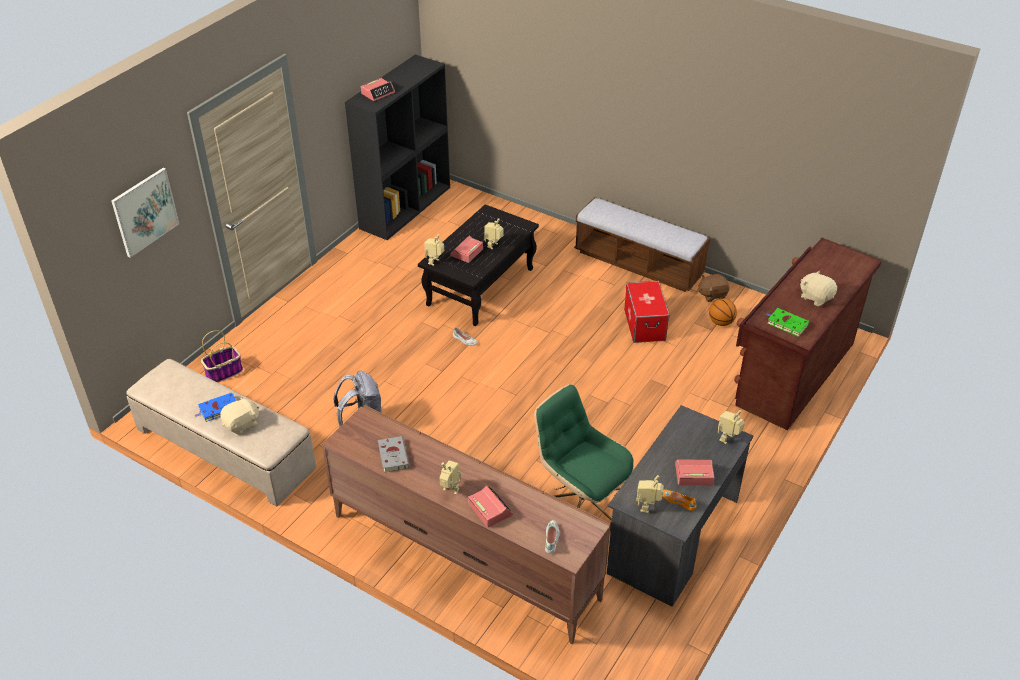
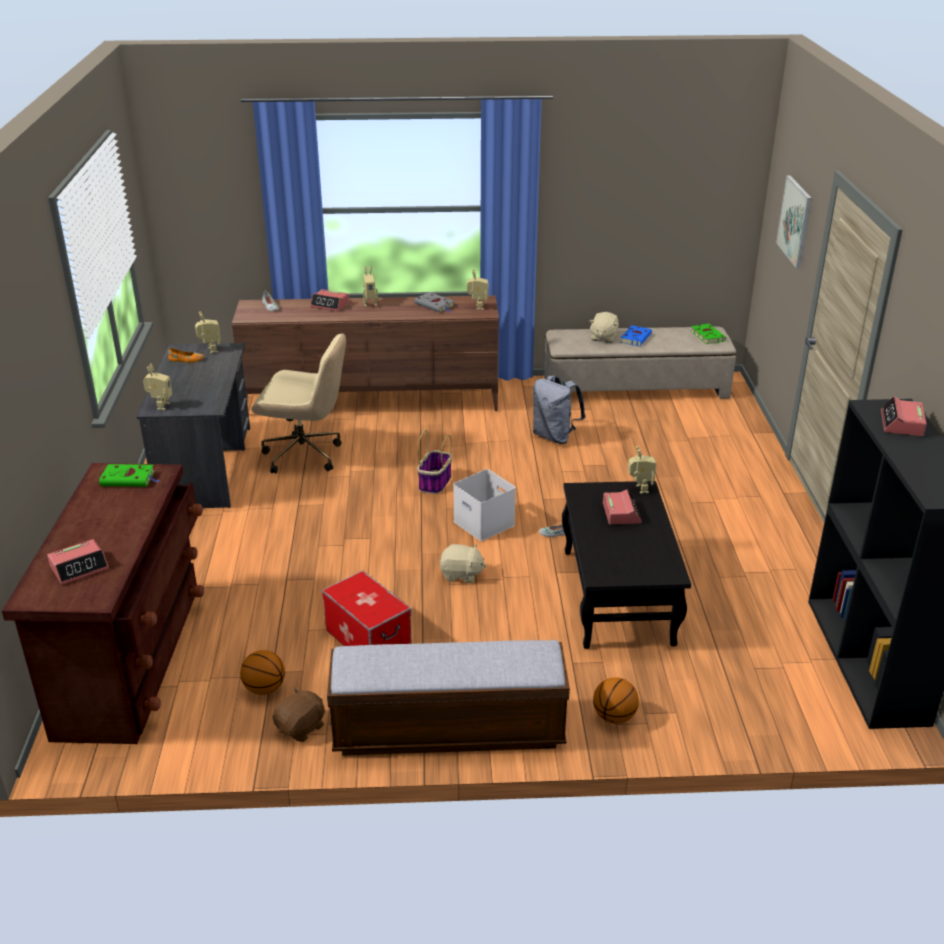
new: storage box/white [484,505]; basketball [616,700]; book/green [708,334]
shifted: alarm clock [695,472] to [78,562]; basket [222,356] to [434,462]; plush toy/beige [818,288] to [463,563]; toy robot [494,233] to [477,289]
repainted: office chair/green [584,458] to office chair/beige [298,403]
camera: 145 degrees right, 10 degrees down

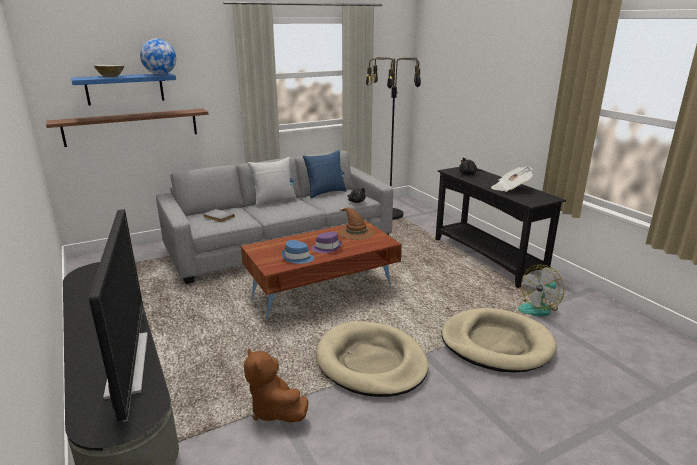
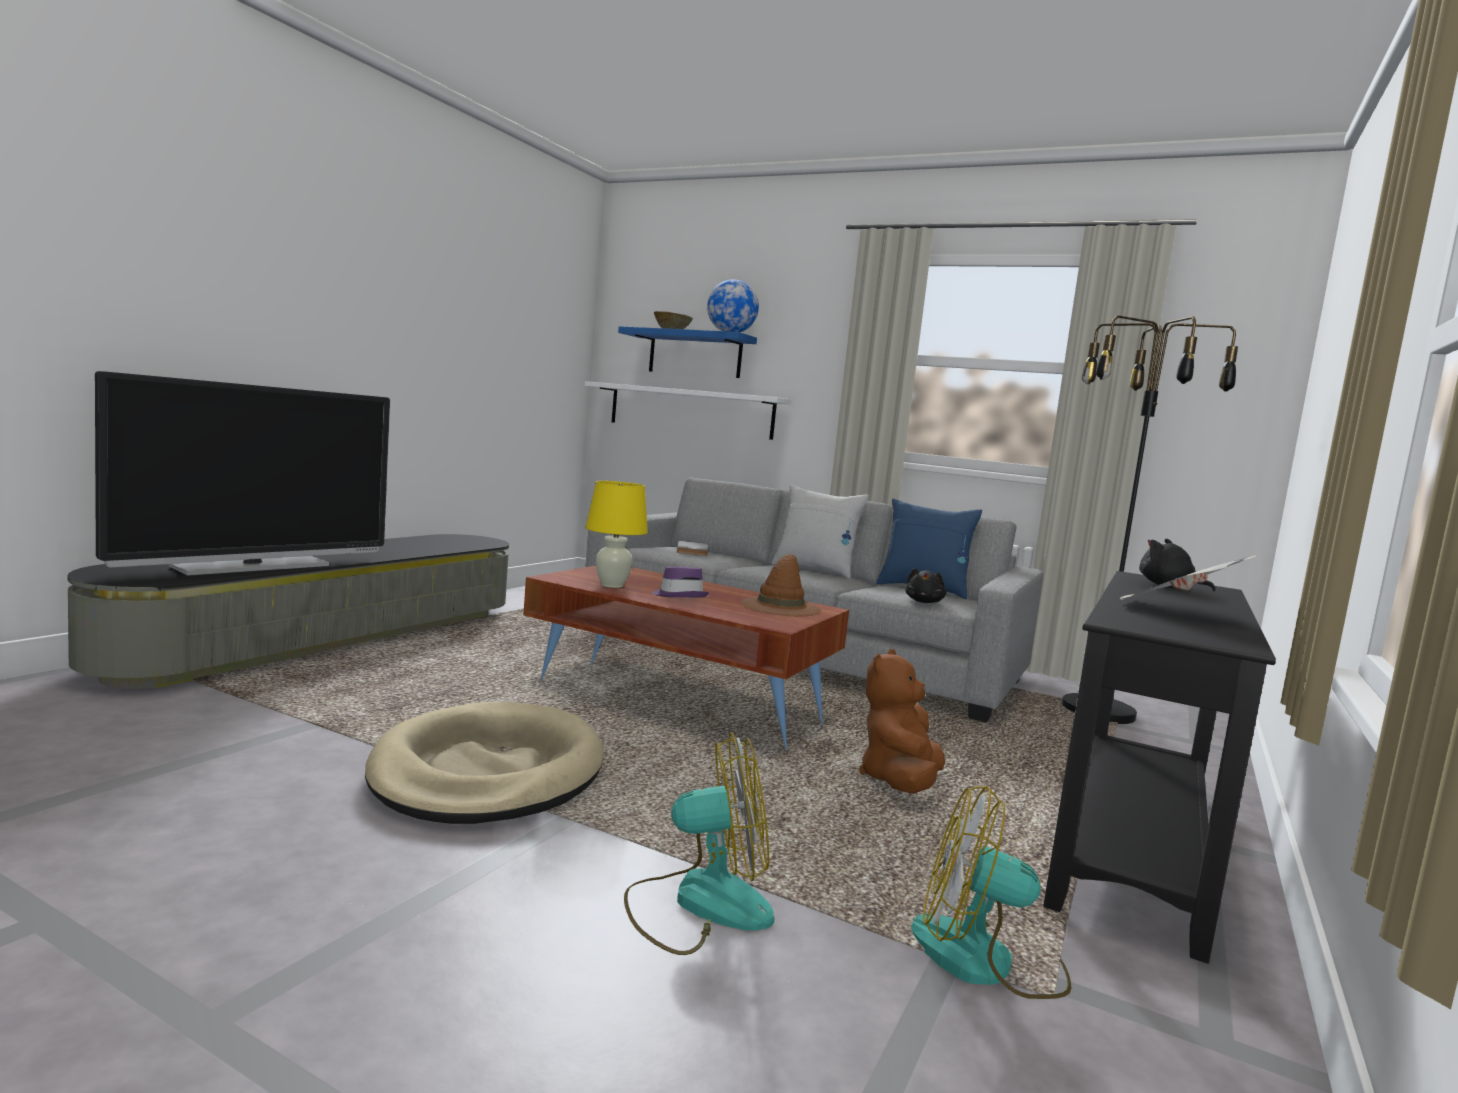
shifted: plush toy/brown [276,385] to [902,721]
swapped: hat/blue [298,252] to table lamp/yellow [617,534]; dog bed/beige [499,340] to fan [699,843]
repainted: shelf/brown [127,128] to shelf/white [688,410]
camera: 55 degrees right, 15 degrees down

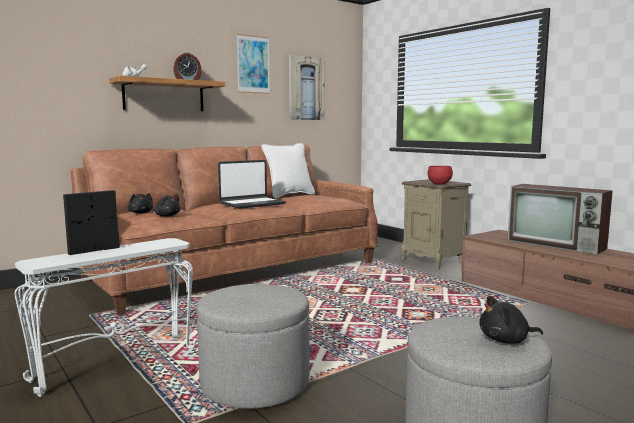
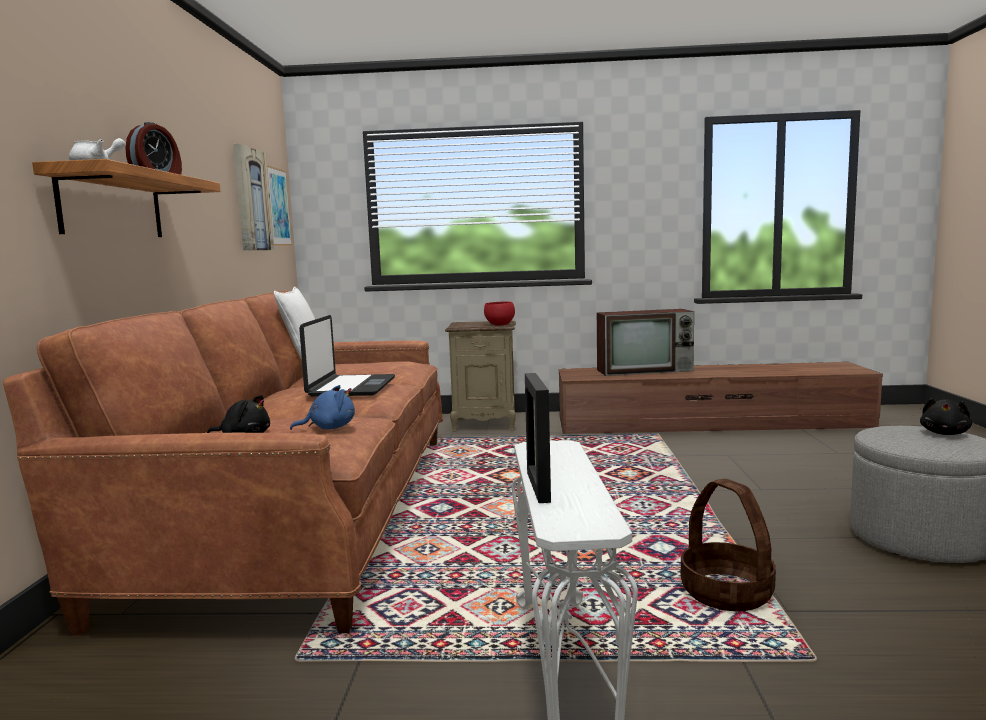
shifted: picture [253,64] to [279,206]
swapped: ottoman/grey [253,346] to basket [728,545]
repainted: plush toy/black [165,205] to plush toy/blue [322,407]
camera: 50 degrees left, 0 degrees up

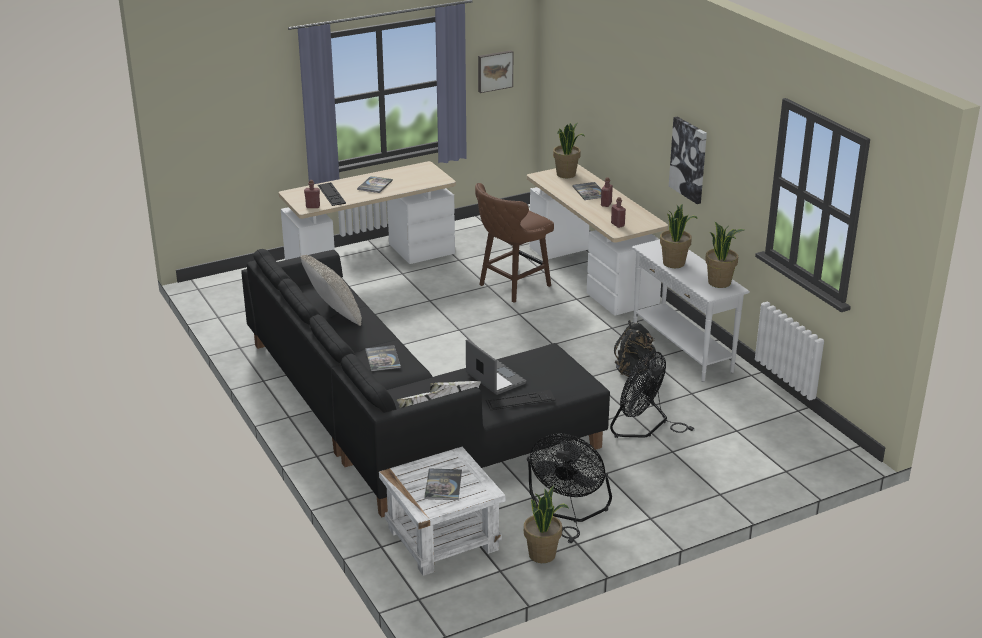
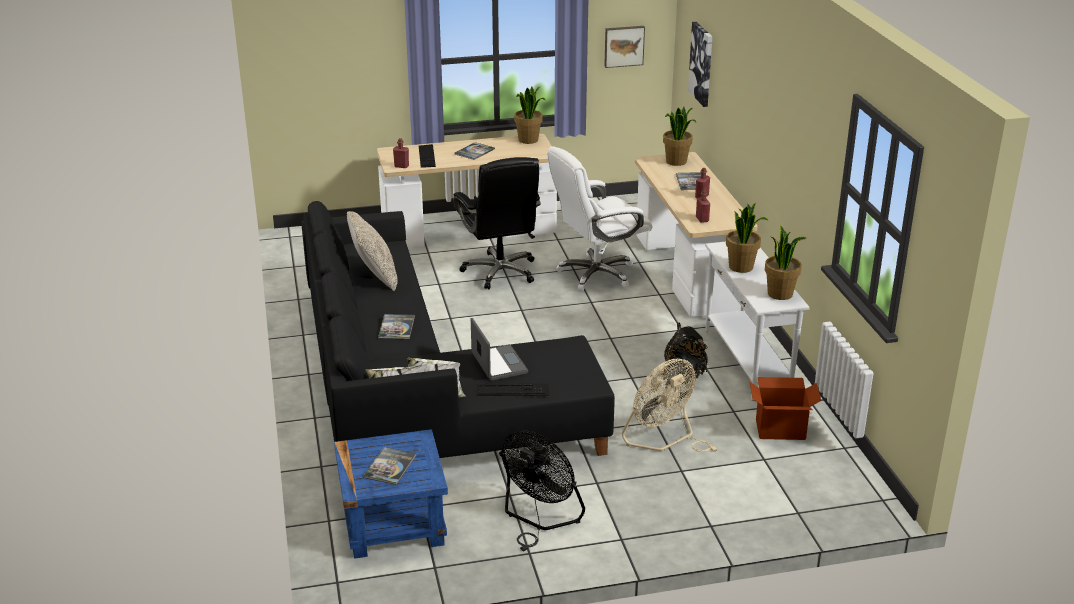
new: office chair/black [497,223]; cardboard box [785,408]
shifted: potted plant [546,524] to [530,115]; picture [688,160] to [700,64]
swapped: stool/brown [514,243] to office chair/white [599,218]
repainted: side table/white [442,511] to side table/blue [391,494]; fan/black [652,395] to fan/beige [669,405]
camera: 15 degrees right, 0 degrees up

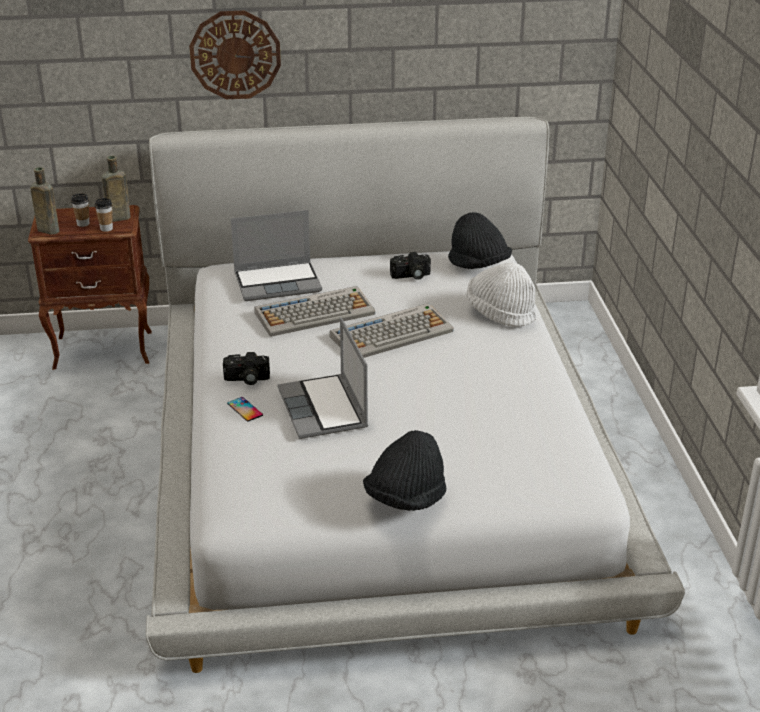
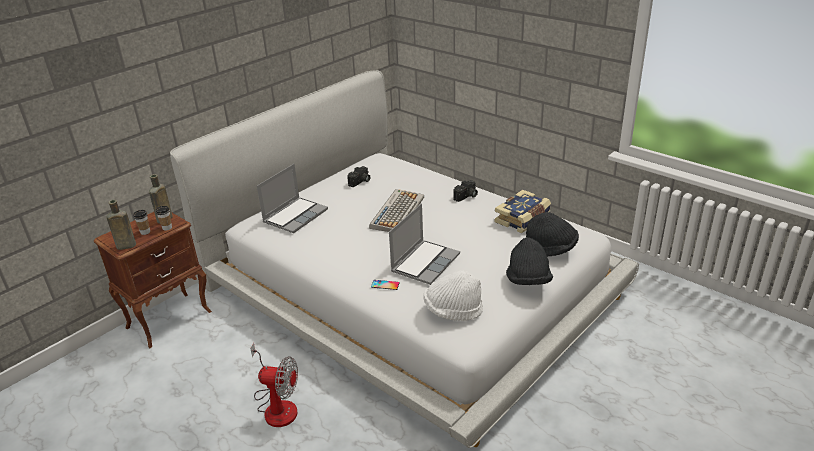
gone: wall clock [235,55]; keyboard [314,311]
new: fan [274,385]; book [523,211]
shifted: hat/white [502,295] to [453,295]; photo camera [246,368] to [465,191]; hat/black [480,240] to [552,234]
rotated: laptop [322,378] = [424,244] 90 degrees counterclockwise
camera: 40 degrees left, 0 degrees up

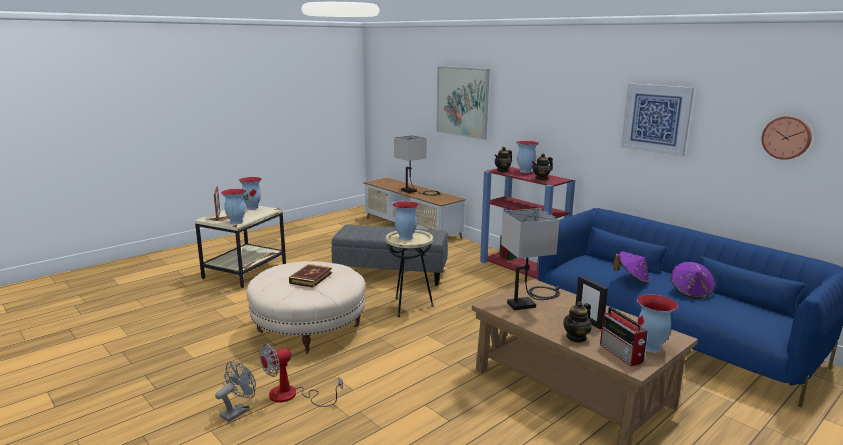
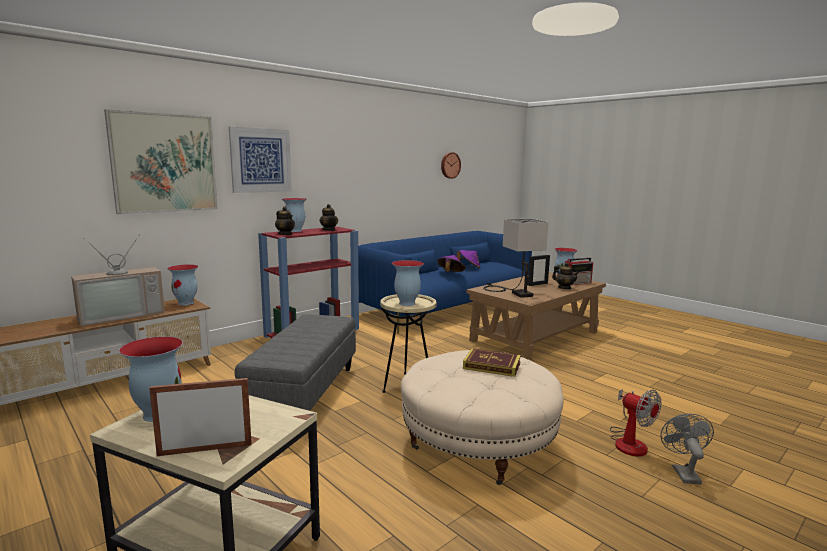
shifted: vase [233,206] to [182,285]; picture [657,120] to [260,159]
swapped: table lamp [417,165] to television [118,280]
rotated: fan/grey [235,392] = [687,449] 60 degrees clockwise
camera: 90 degrees left, 5 degrees down

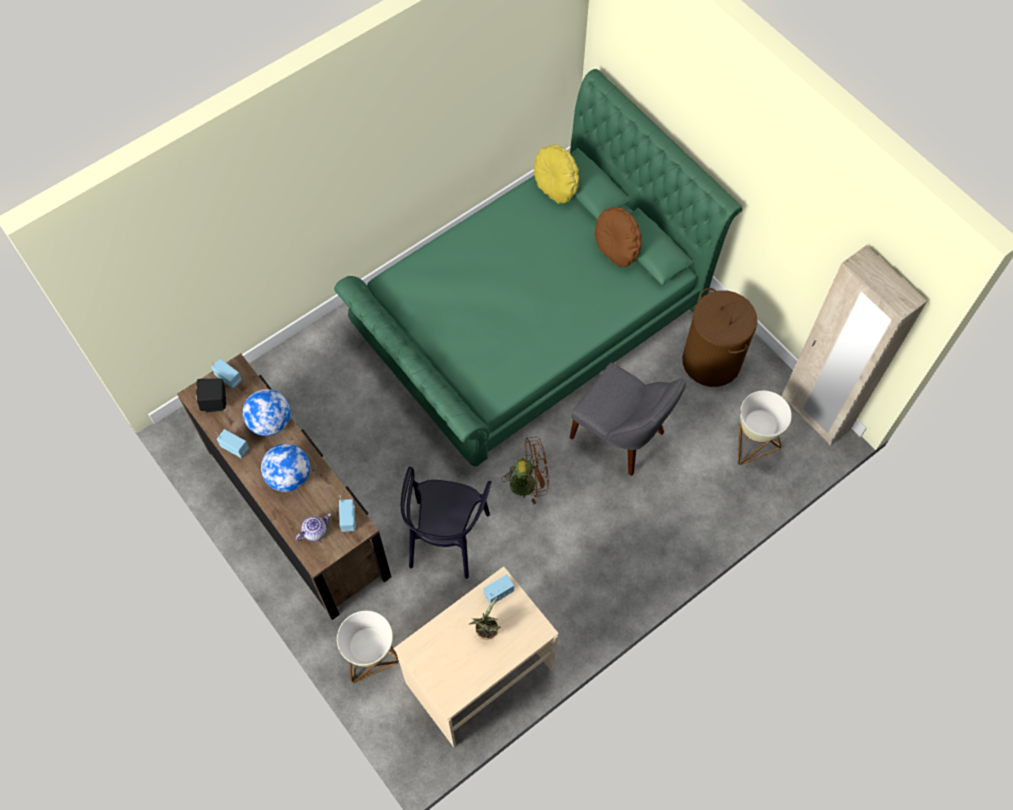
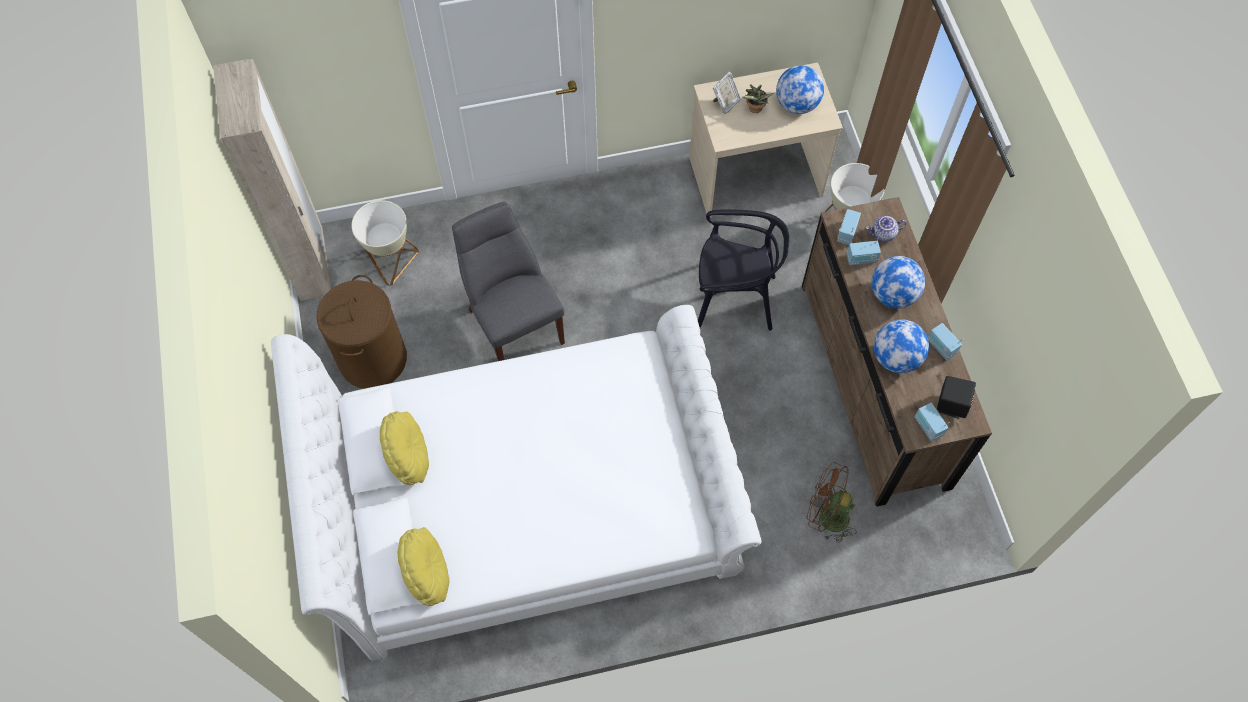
new: picture frame [727,93]; globe [800,89]
shifted: fan/brown [525,470] to [832,502]; radio [498,589] to [864,250]
repainted: bed/green [538,268] to bed/white [516,483]; pillow/brown [618,237] to pillow/yellow [404,448]
rotated: chair/black [446,523] = [743,269] 60 degrees clockwise
camera: 155 degrees left, 0 degrees up

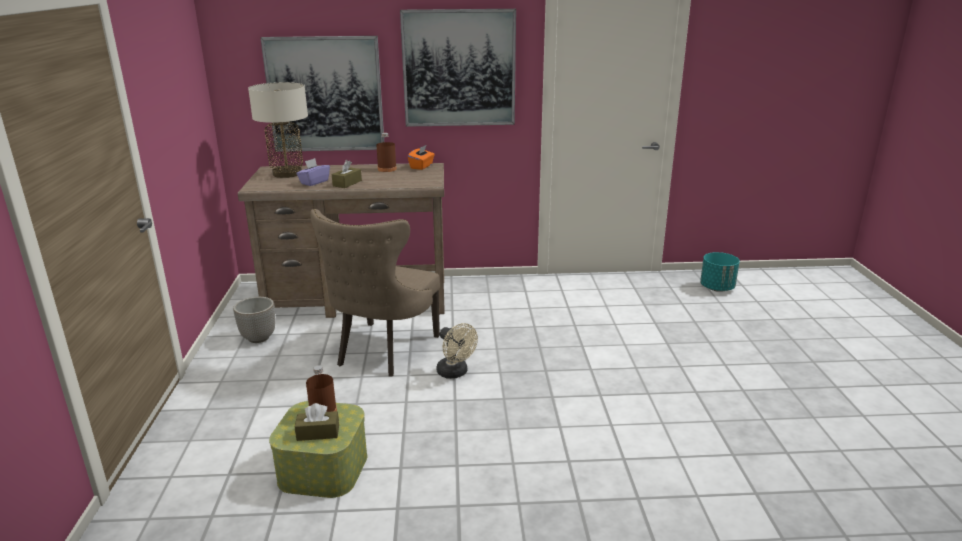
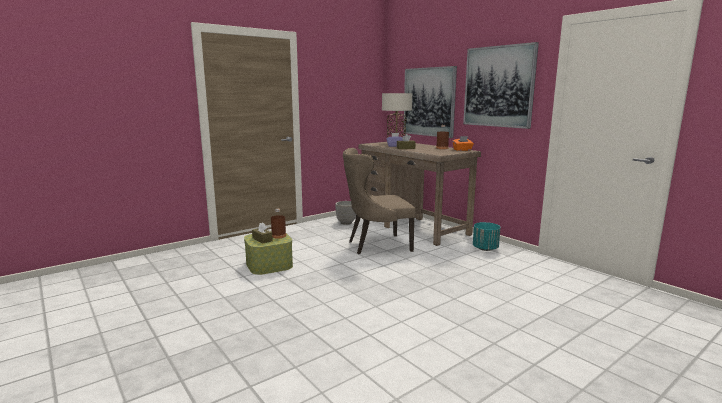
gone: fan/beige [457,351]
shifted: planter/turquoise [720,272] to [487,236]
camera: 55 degrees right, 10 degrees down

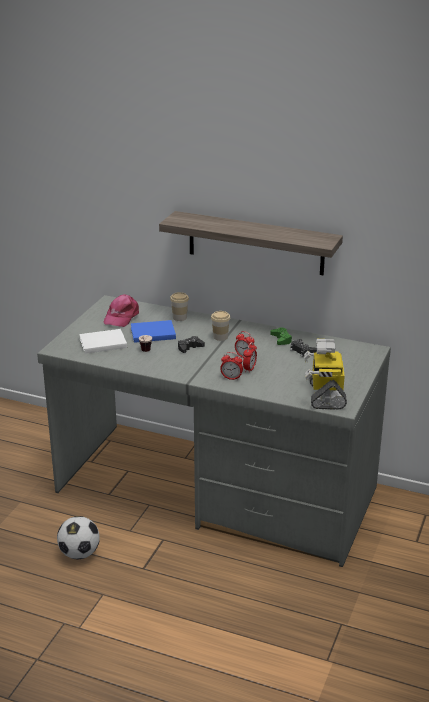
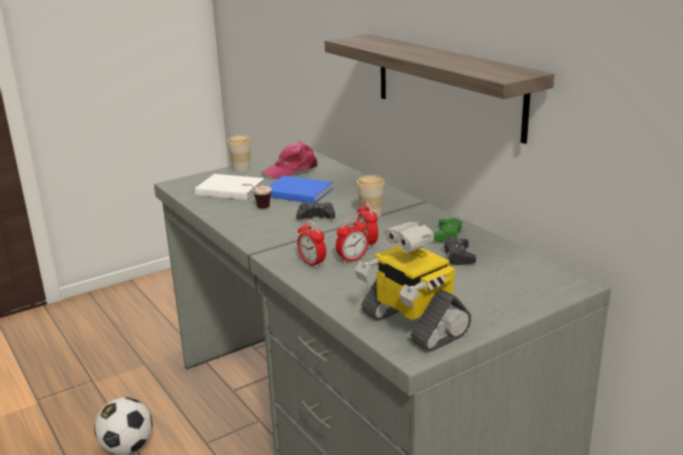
shifted: cup [179,306] to [239,153]
rotated: toy robot [325,374] = [413,287] 75 degrees counterclockwise
camera: 35 degrees right, 5 degrees down

